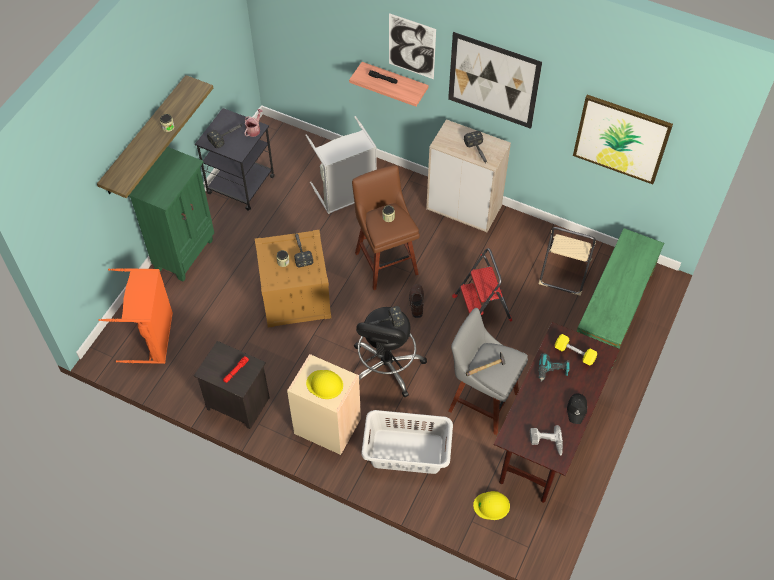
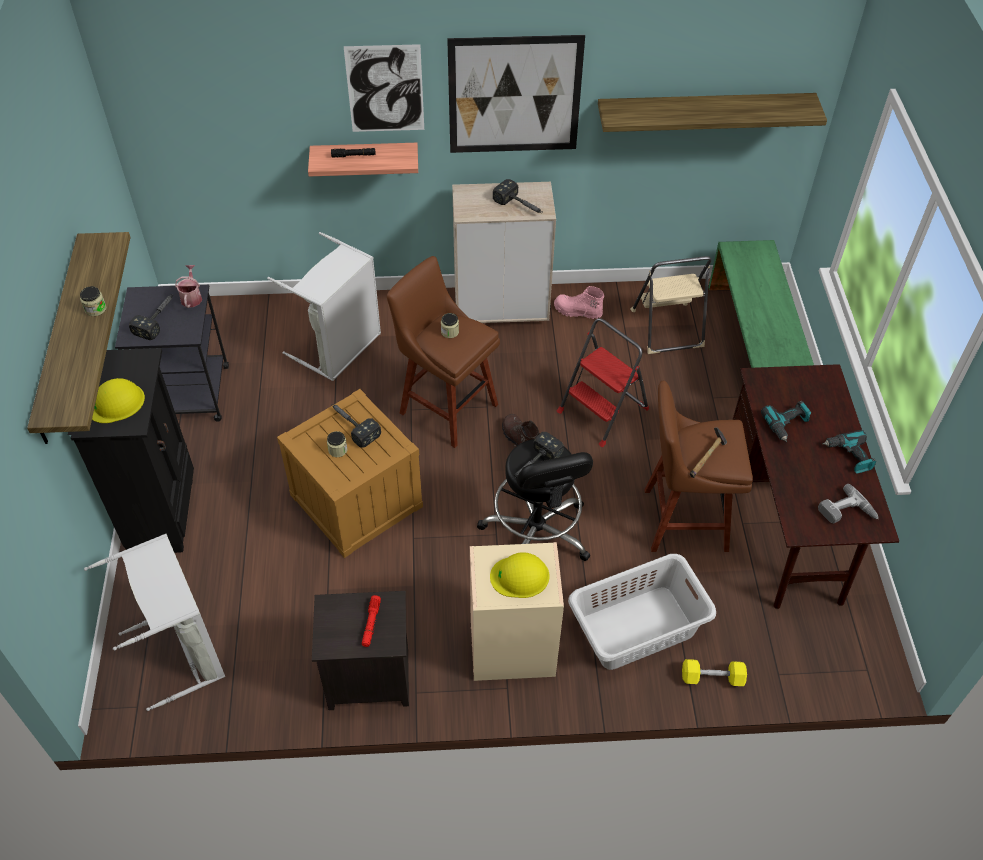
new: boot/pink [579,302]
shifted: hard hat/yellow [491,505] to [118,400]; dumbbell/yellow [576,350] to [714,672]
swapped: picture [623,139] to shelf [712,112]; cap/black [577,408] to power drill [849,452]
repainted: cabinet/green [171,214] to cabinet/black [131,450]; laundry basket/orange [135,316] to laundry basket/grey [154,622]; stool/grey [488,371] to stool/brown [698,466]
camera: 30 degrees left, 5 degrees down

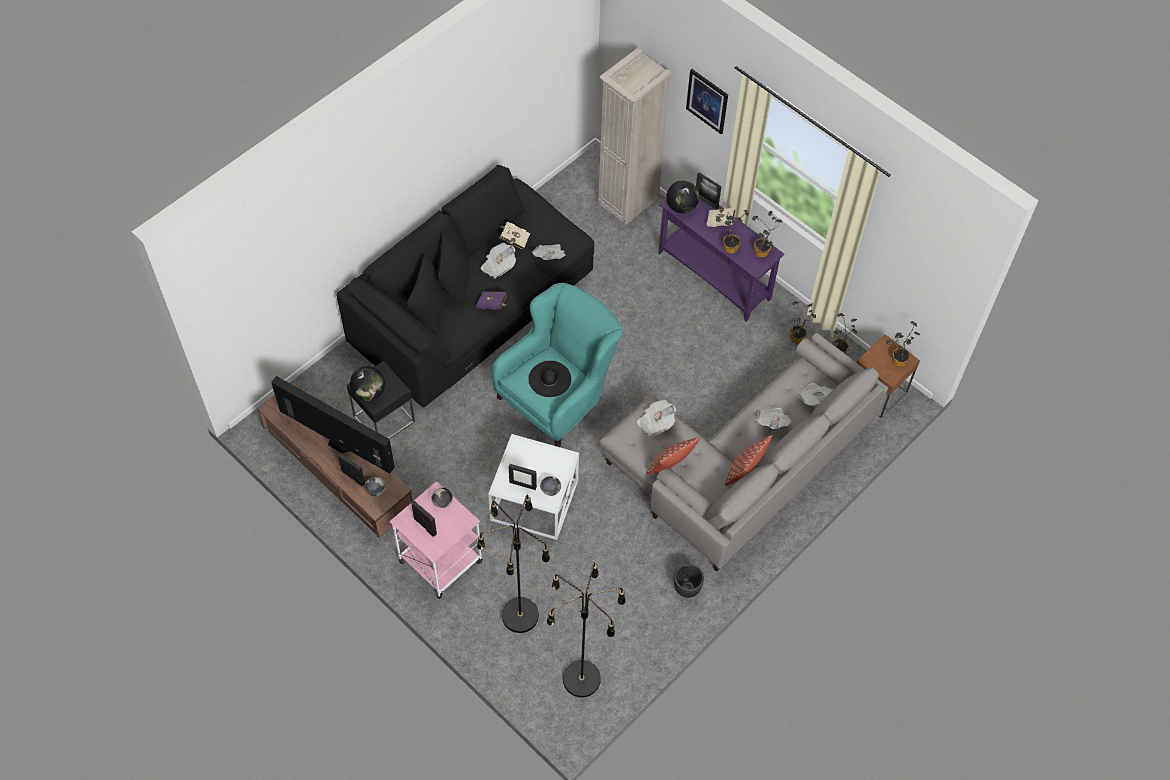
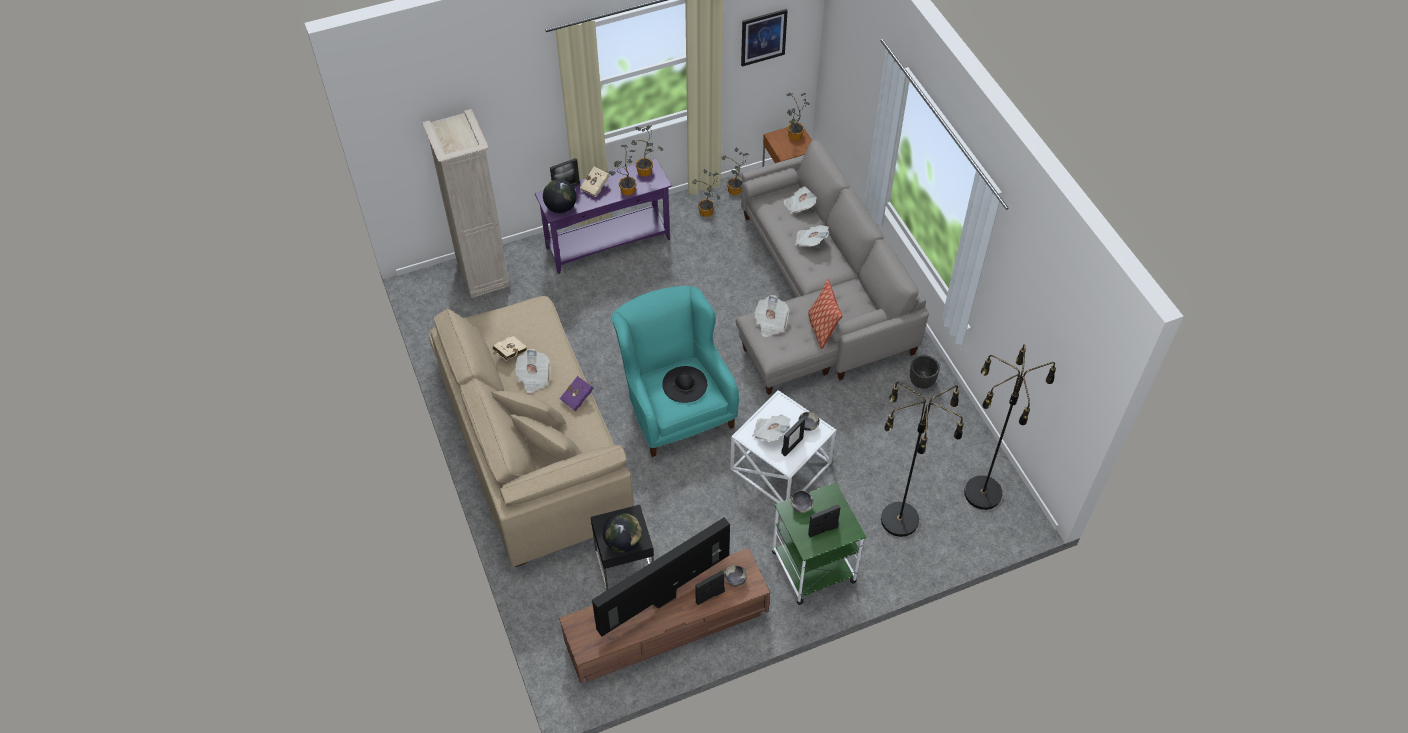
gone: pillow [749,460]
shifted: picture [707,101] to [764,37]; newspaper [549,252] to [771,428]
repainted: sofa/black [465,286] to sofa/beige [531,431]; cart/pink [435,540] to cart/green [819,543]
camera: 65 degrees left, 5 degrees down

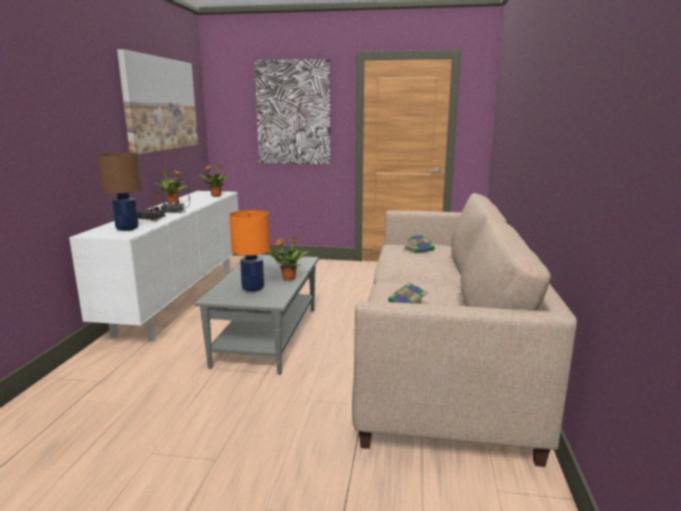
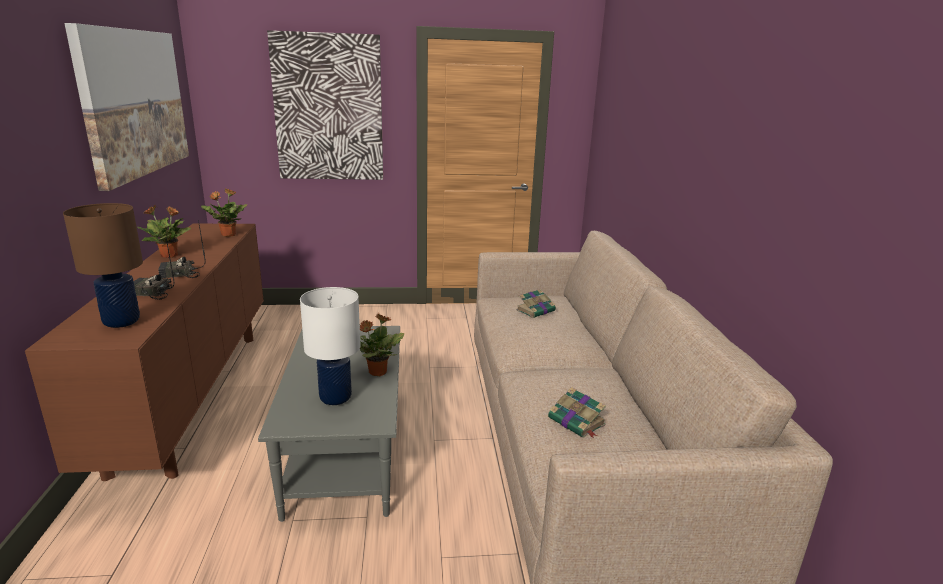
repainted: cabinet/white [153,266] to cabinet/brown [144,352]; table lamp/orange [249,251] to table lamp/white [330,346]
camera: 15 degrees left, 5 degrees up

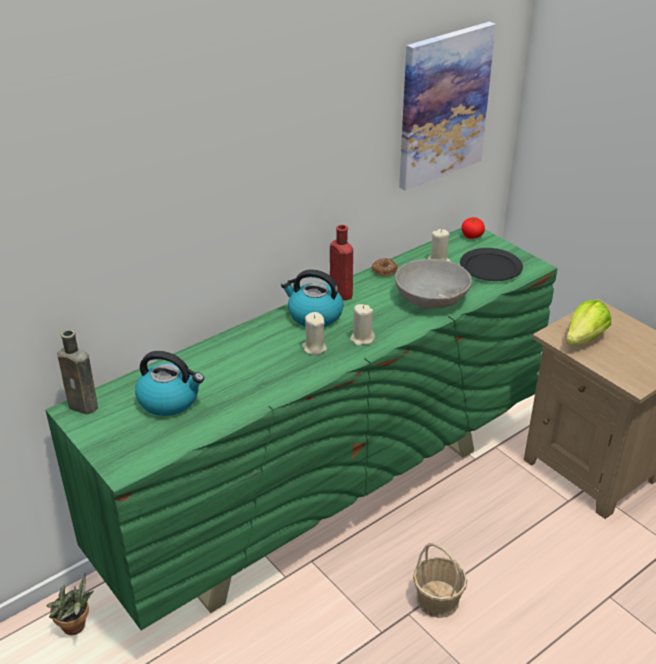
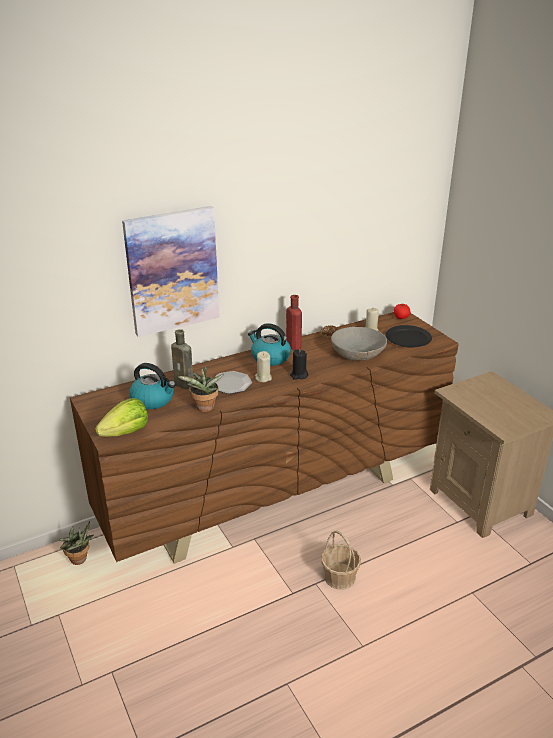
new: potted plant [200,389]; plate [233,382]
shifted: lettuce [588,322] to [121,417]; picture [447,106] to [170,271]; bottle/brown [77,372] to [182,359]
repainted: cabinet/green [301,429] to cabinet/brown [264,438]; candle/beige [362,325] to candle/black [299,364]
camera: 10 degrees right, 5 degrees down

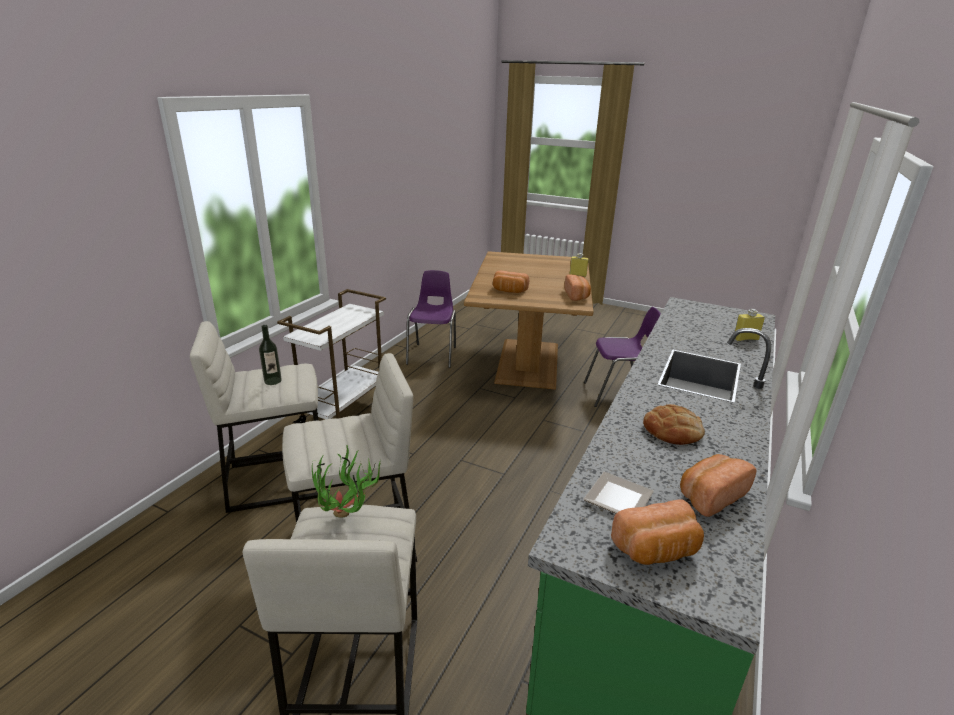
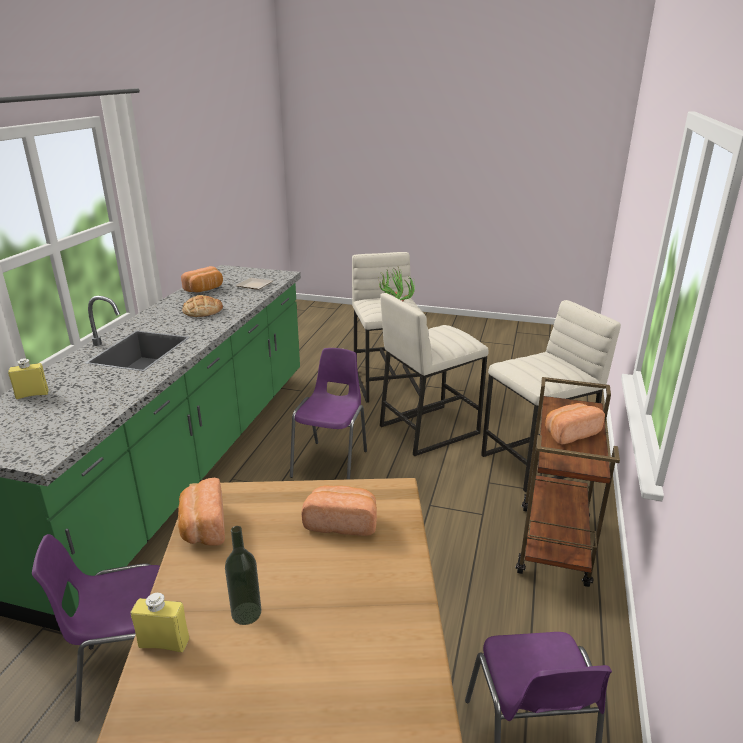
new: chair/purple [328,414]
shifted: bottle [270,355] to [243,575]; bread [657,532] to [575,423]
repainted: cart/white [331,356] to cart/brown [567,482]
camera: 170 degrees right, 0 degrees up

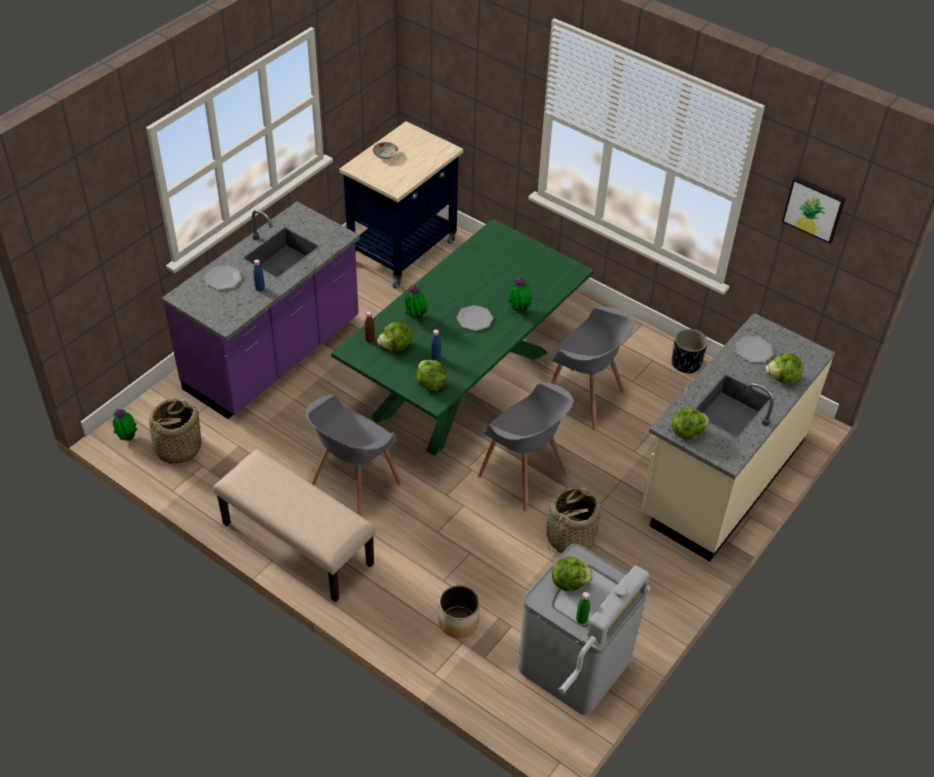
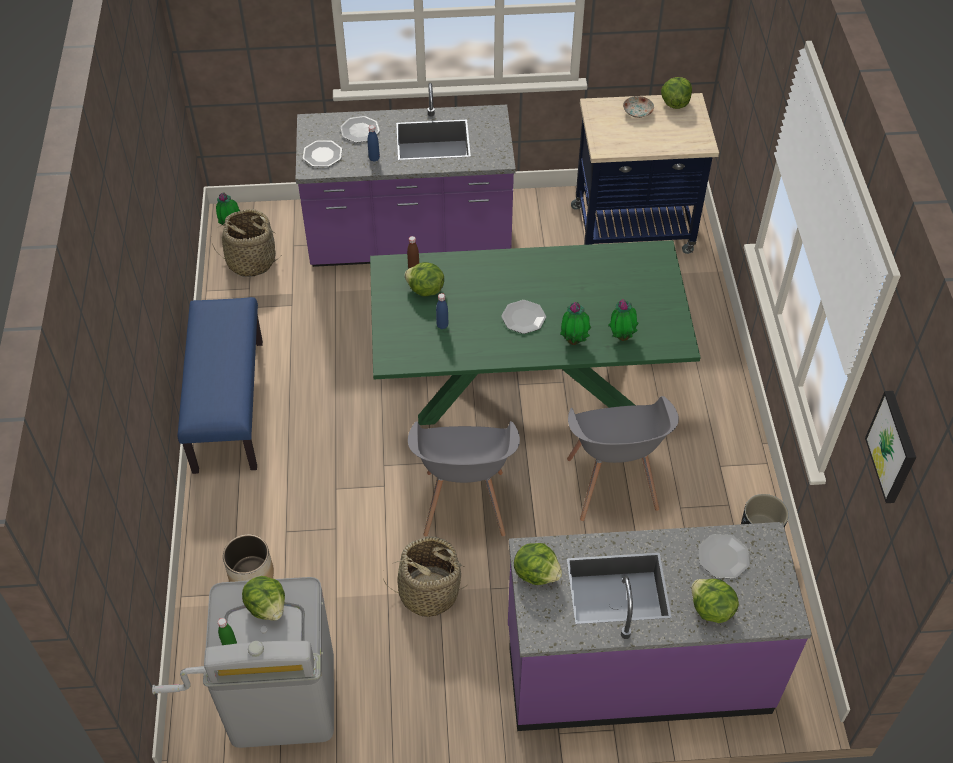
gone: chair/grey [353,455]
new: plate [322,153]
shifted: potted plant [416,302] to [623,320]; lettuce [431,375] to [676,93]
repainted: bench/beige [294,525] to bench/blue [220,385]; counter/beige [737,437] to counter/purple [660,626]
camera: 50 degrees right, 5 degrees up

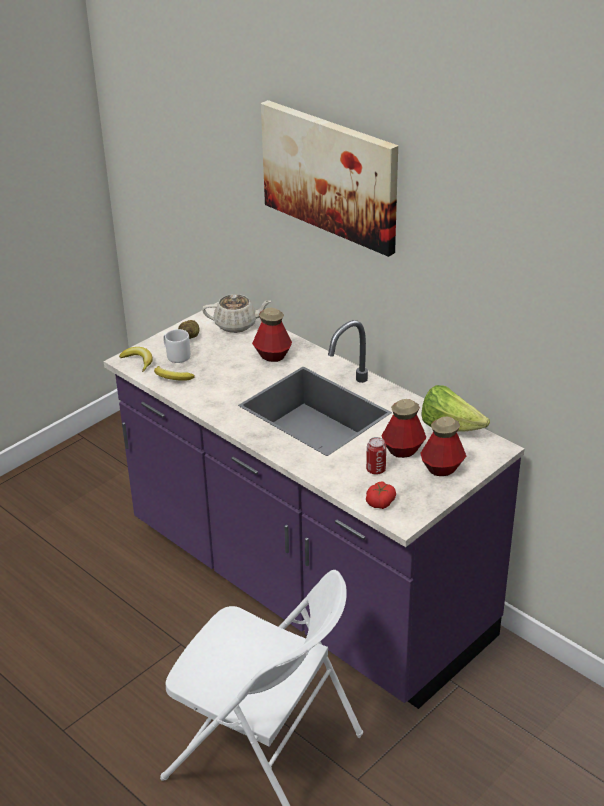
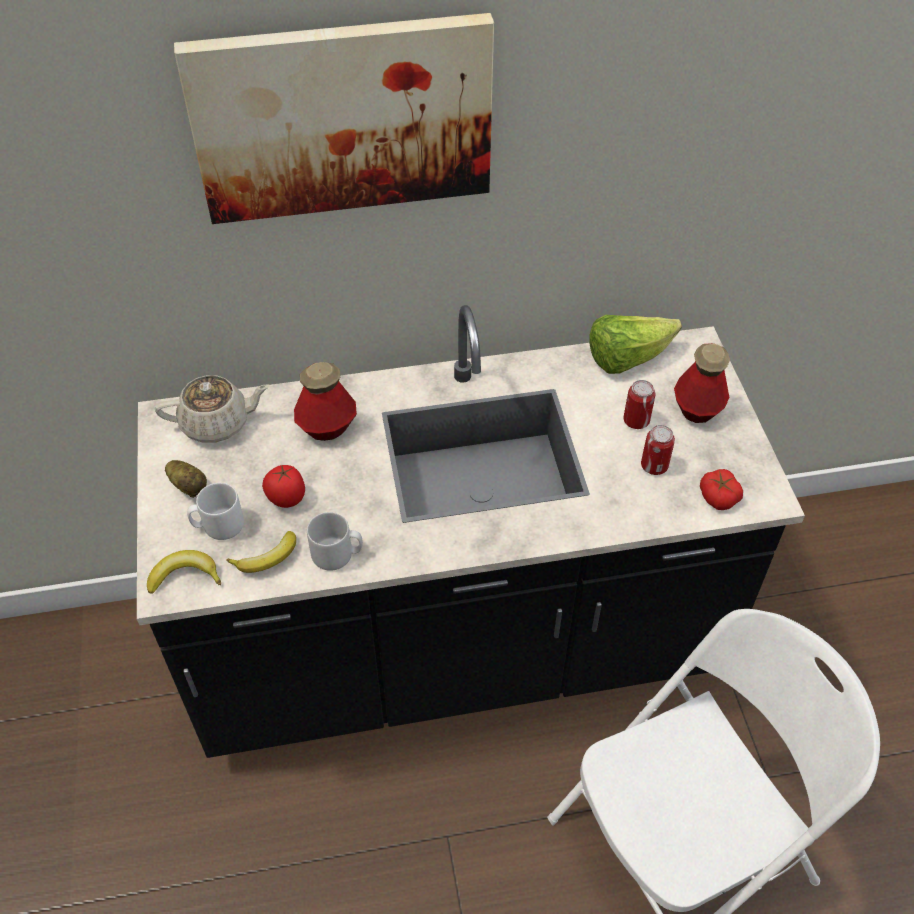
new: tomato [283,486]; mug/grey [335,541]
swapped: bottle [404,428] to can [639,404]
repainted: counter/purple [314,505] to counter/black [471,531]
rotated: teapot/beige [236,313] = [212,409] 45 degrees clockwise
camera: 55 degrees left, 15 degrees up

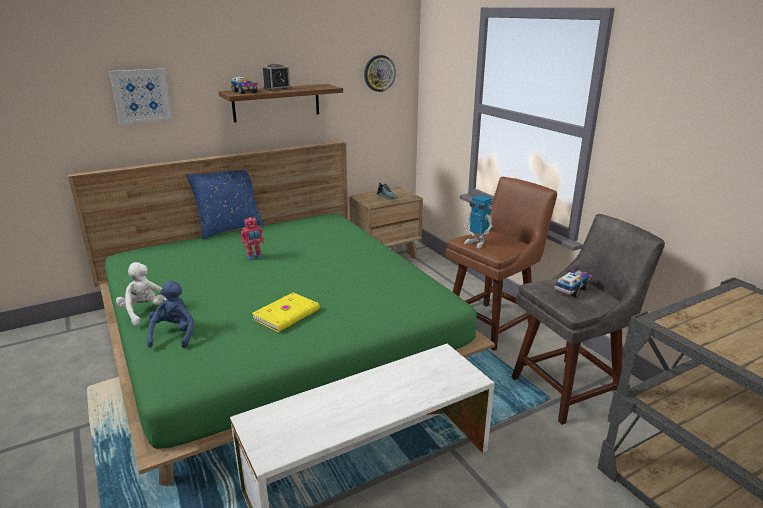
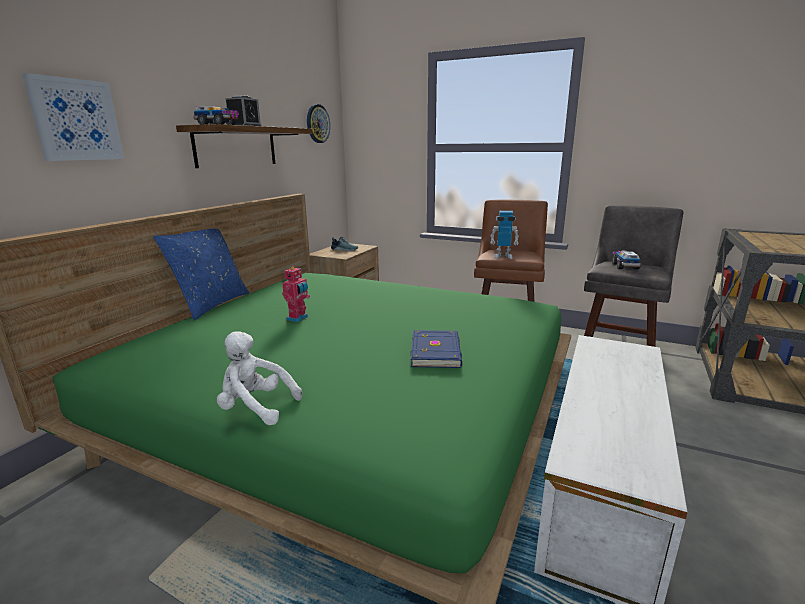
gone: plush toy/blue [170,314]
repainted: book/yellow [286,312] to book/blue [436,349]
camera: 35 degrees left, 5 degrees down

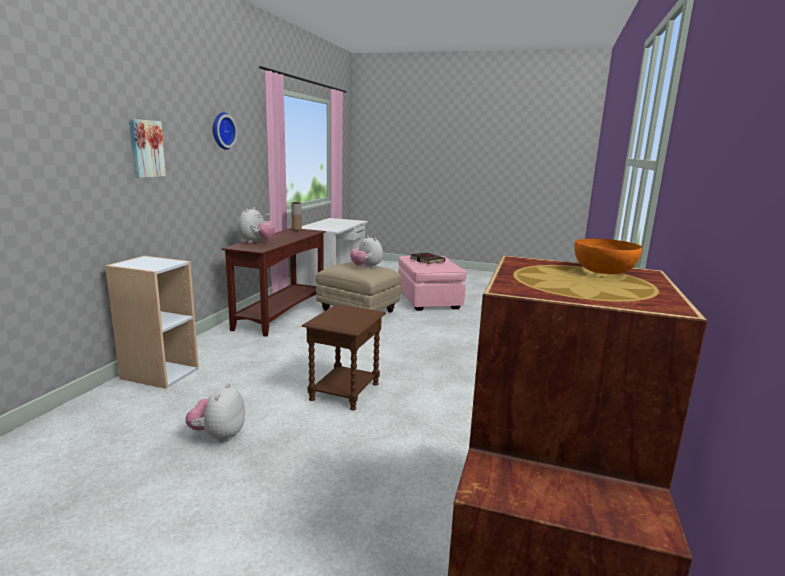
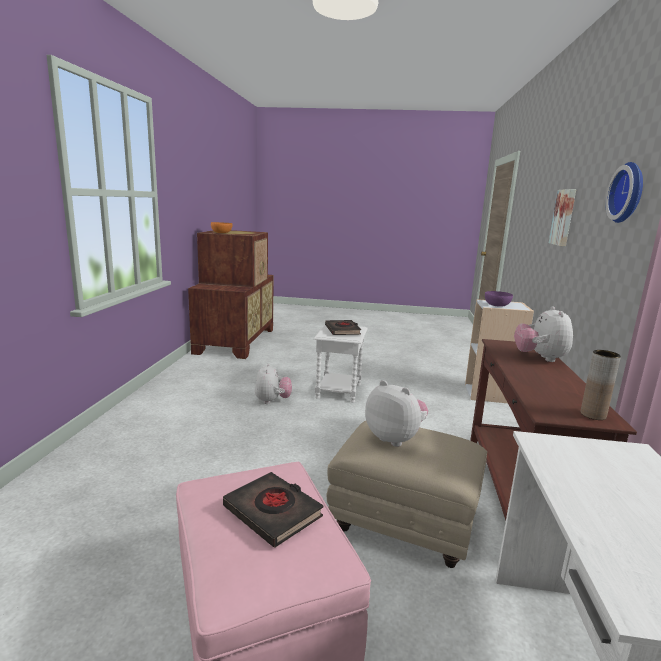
new: book/black [343,327]; bowl/purple [499,299]
shifted: plush toy [215,412] to [273,383]
repainted: side table/brown [343,357] to side table/white [340,364]
camera: 170 degrees right, 0 degrees up

